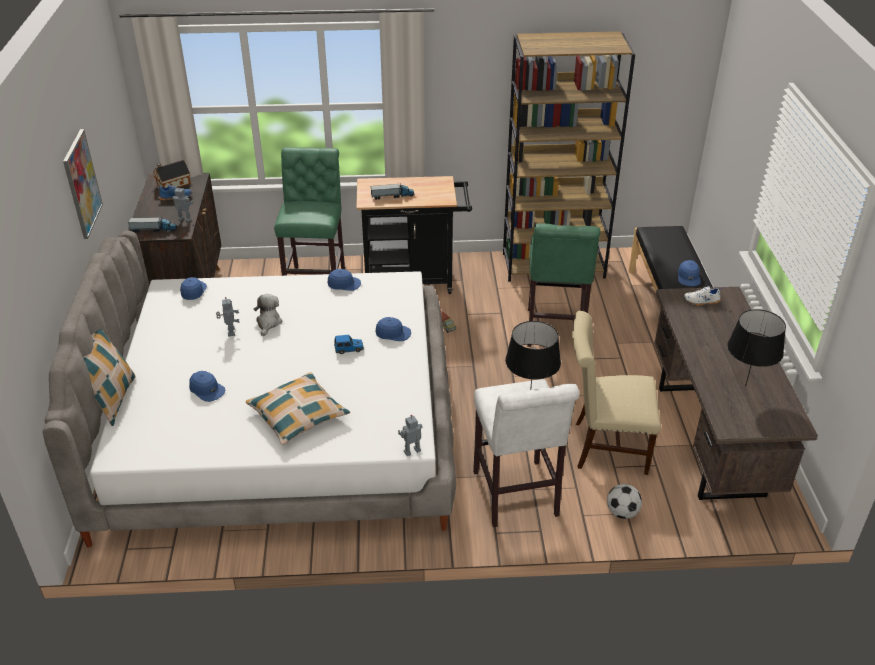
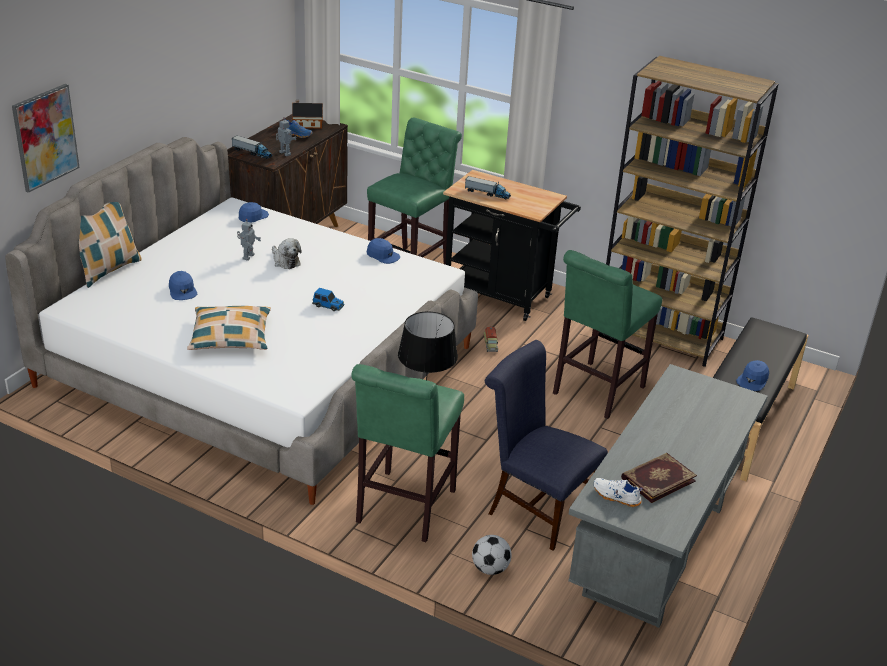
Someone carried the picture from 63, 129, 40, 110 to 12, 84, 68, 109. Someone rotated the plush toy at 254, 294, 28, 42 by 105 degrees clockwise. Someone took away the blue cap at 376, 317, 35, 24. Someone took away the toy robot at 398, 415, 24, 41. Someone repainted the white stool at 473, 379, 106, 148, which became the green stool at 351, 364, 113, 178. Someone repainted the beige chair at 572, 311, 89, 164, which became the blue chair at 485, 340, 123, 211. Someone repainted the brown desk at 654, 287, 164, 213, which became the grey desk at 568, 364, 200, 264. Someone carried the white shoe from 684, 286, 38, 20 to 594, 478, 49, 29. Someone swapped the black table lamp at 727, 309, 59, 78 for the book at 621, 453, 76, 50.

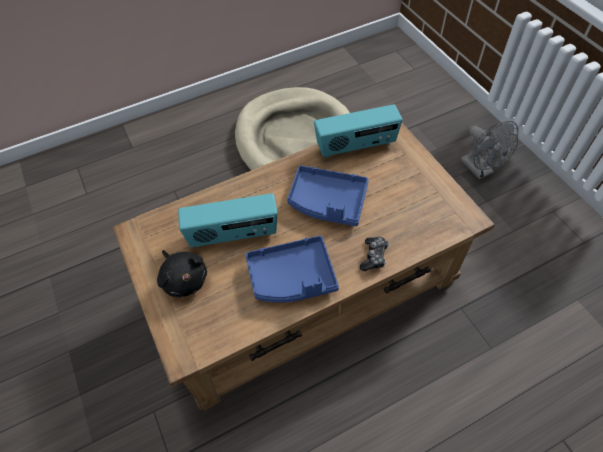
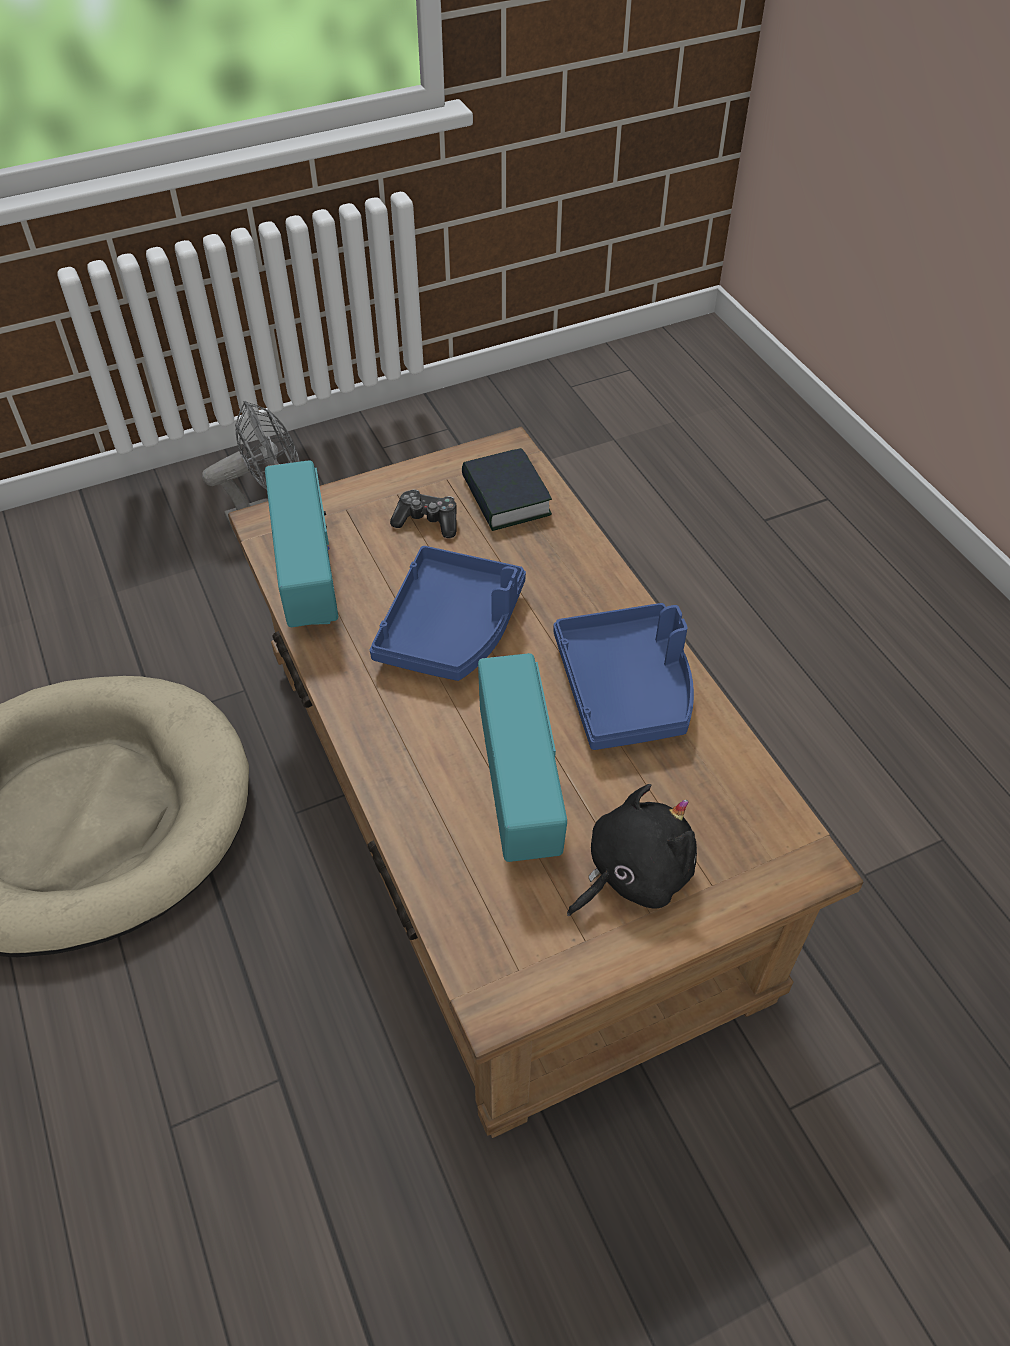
Someone carried the game controller from 360, 237, 29, 34 to 390, 490, 67, 48. Someone put down the book at 462, 448, 90, 83.

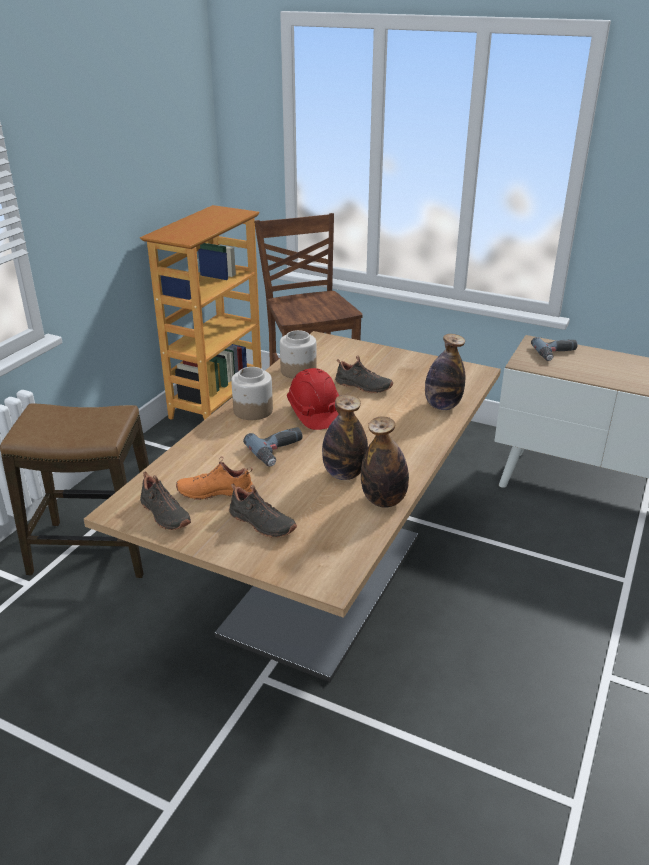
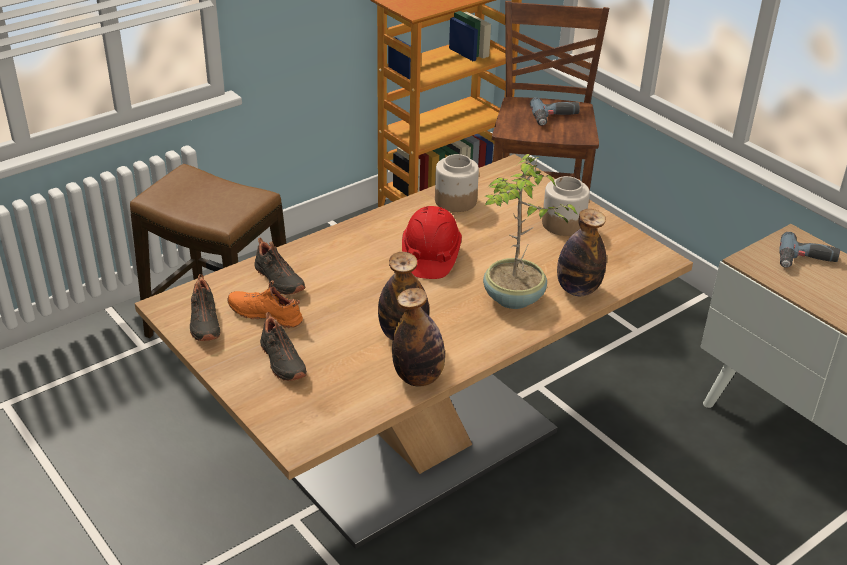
Someone carried the jar from 231, 367, 42, 53 to 542, 176, 48, 60. Someone carried the power drill from 243, 427, 60, 40 to 530, 97, 50, 29. Someone carried the black shoe from 335, 355, 58, 38 to 254, 238, 51, 57. Someone put down the potted plant at 483, 154, 95, 155.

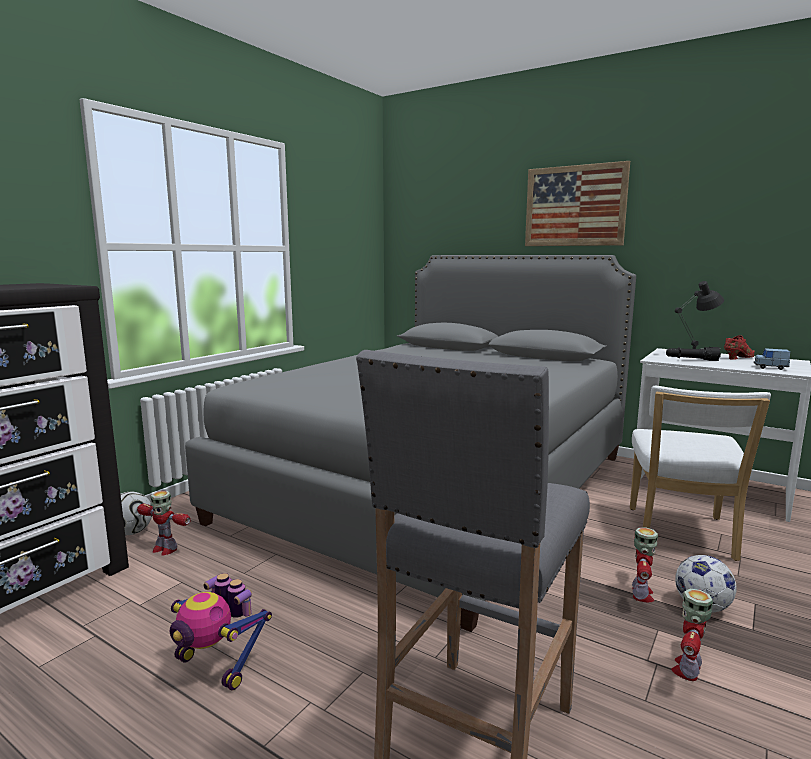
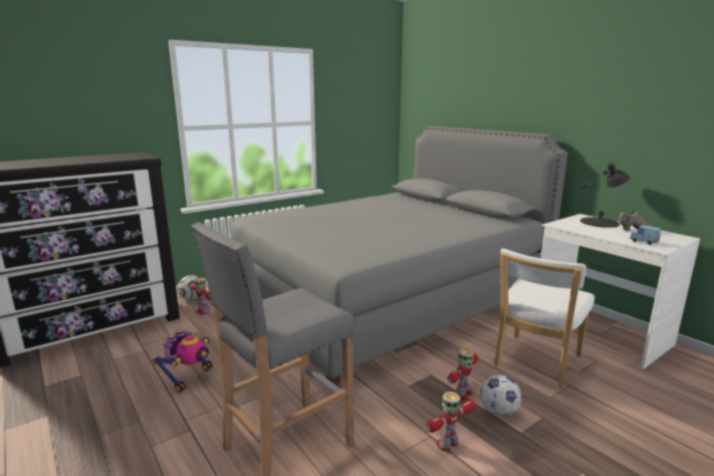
Someone rotated the toy robot at 170, 573, 102, 118 by 120 degrees counterclockwise. Someone took away the picture at 525, 161, 105, 85. Someone took away the black flashlight at 666, 347, 55, 14. Someone repainted the red shoe at 724, 335, 31, 25, which became the grey shoe at 618, 211, 36, 20.

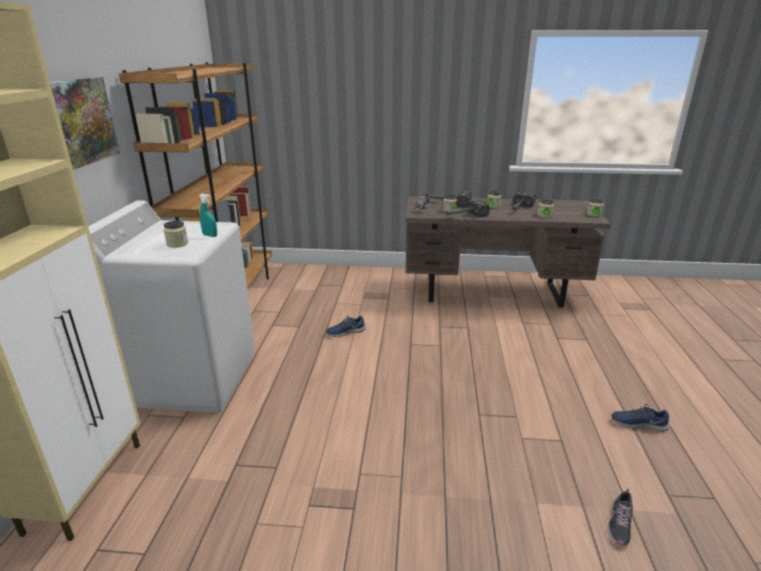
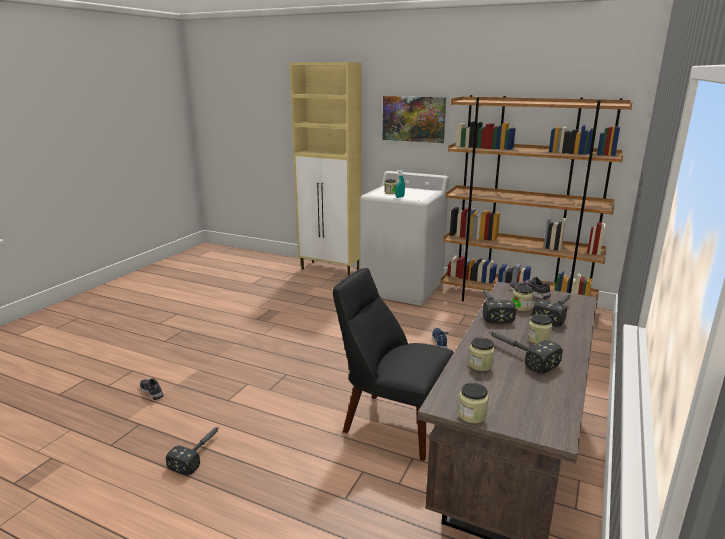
Someone swapped the blue shoe at 611, 404, 59, 28 for the hammer at 166, 427, 54, 48. Someone put down the black chair at 333, 268, 121, 193.

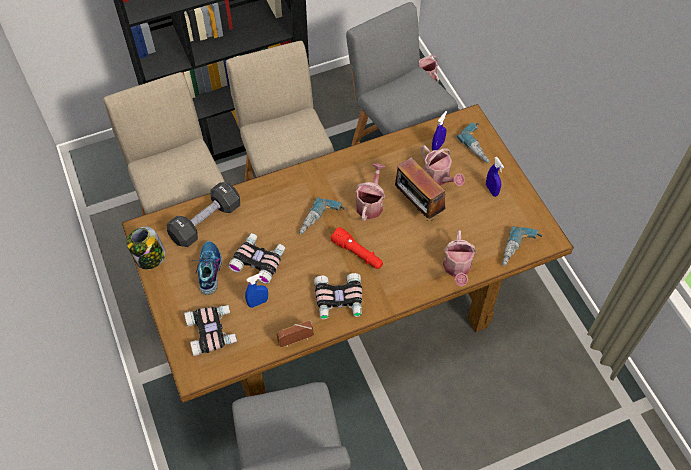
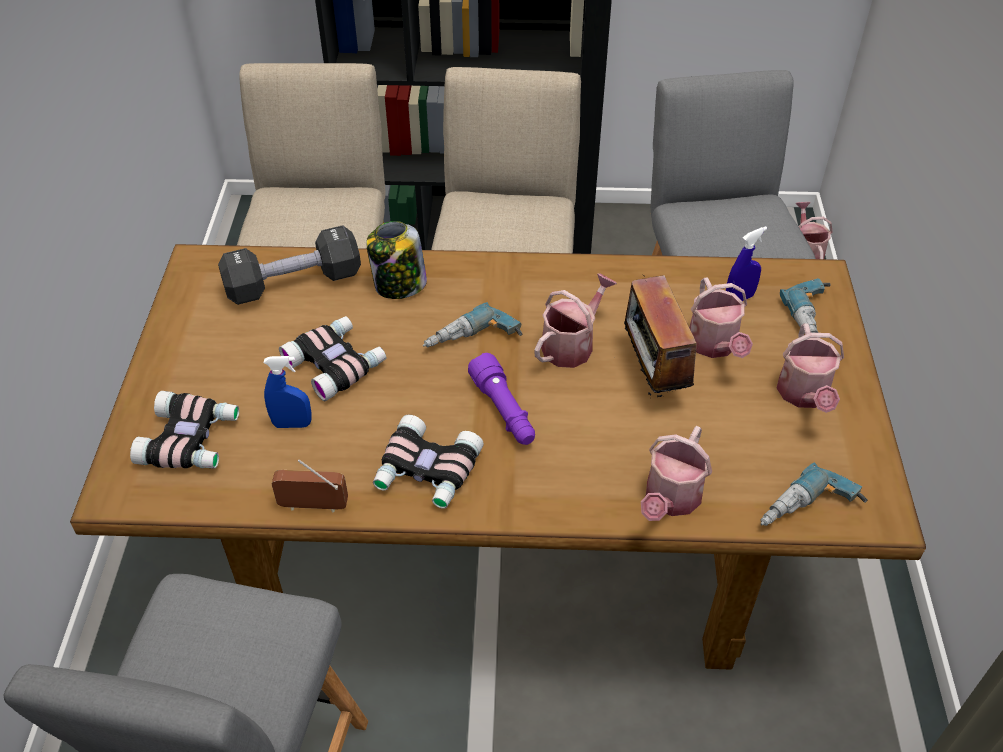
Someone carried the jar from 127, 226, 39, 44 to 366, 221, 61, 78. Someone took away the shoe at 192, 241, 30, 54. Someone repainted the red flashlight at 331, 227, 52, 42, which became the purple flashlight at 468, 353, 67, 92. Someone swapped the blue spray bottle at 486, 157, 18, 40 for the watering can at 776, 323, 68, 90.

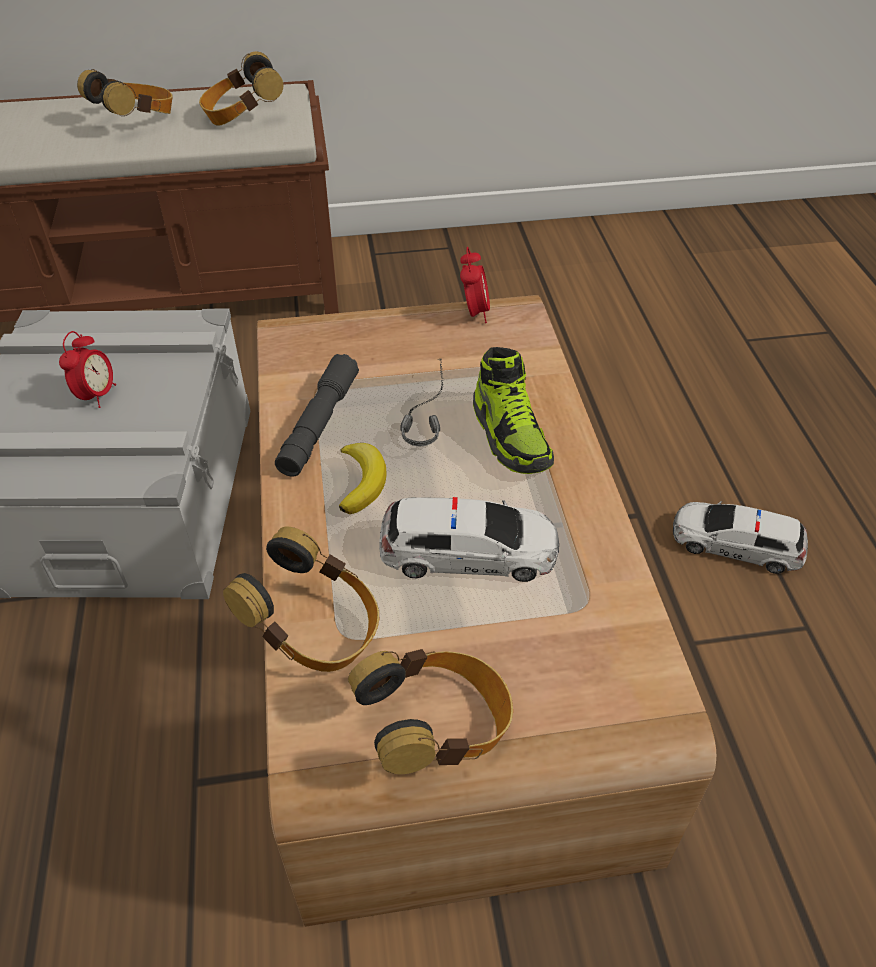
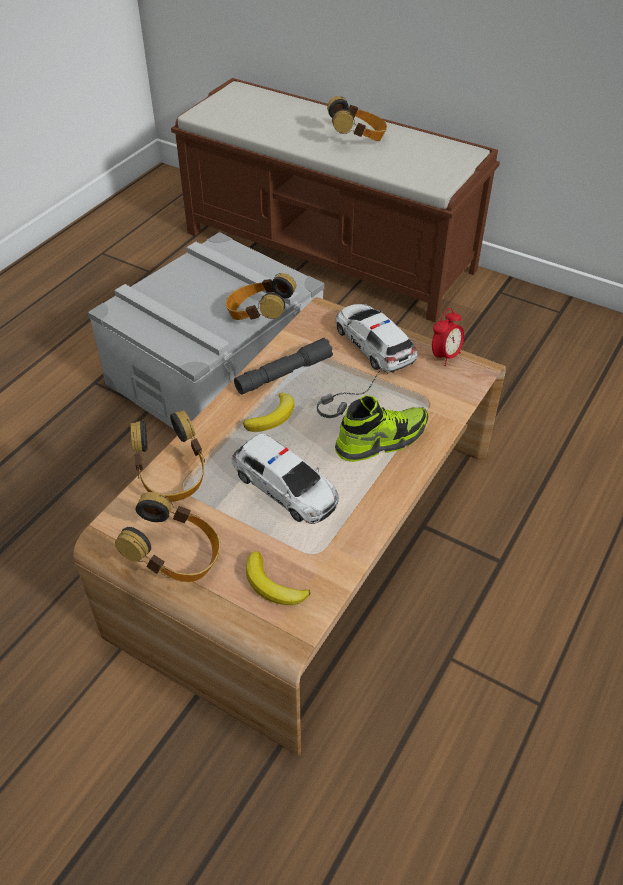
Someone took away the alarm clock at 59, 331, 57, 77. Someone carried the headphones from 199, 52, 84, 74 to 226, 273, 70, 47. Someone rotated the shoe at 473, 347, 81, 127 by 135 degrees counterclockwise. Someone carried the toy car from 673, 501, 135, 73 to 336, 304, 82, 68. Someone put down the banana at 246, 551, 64, 54.

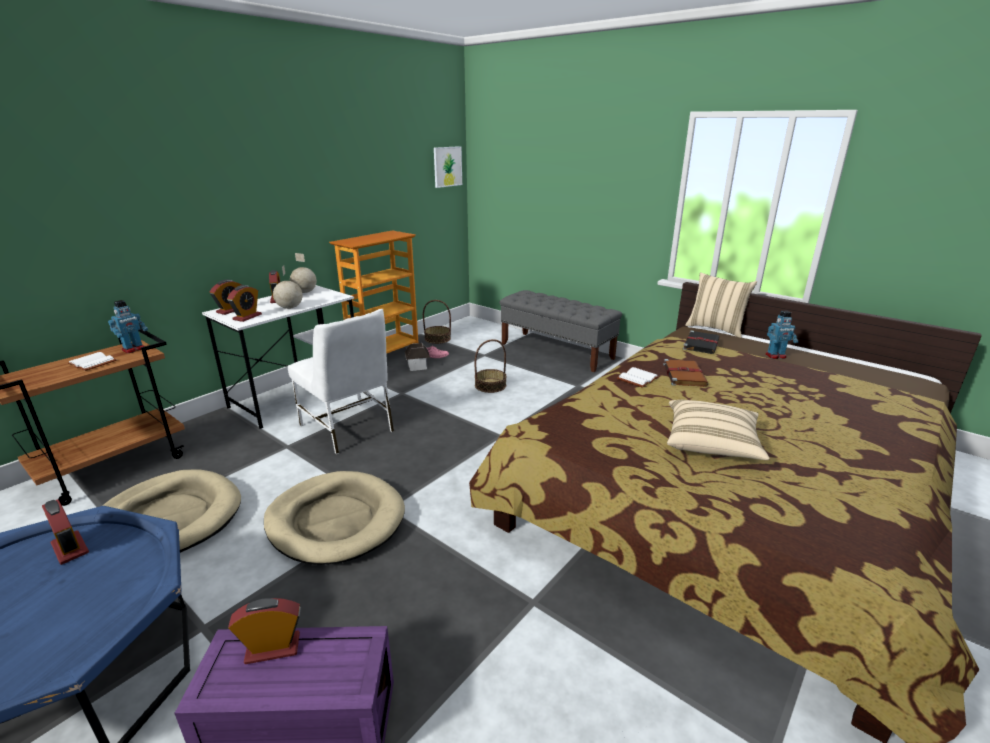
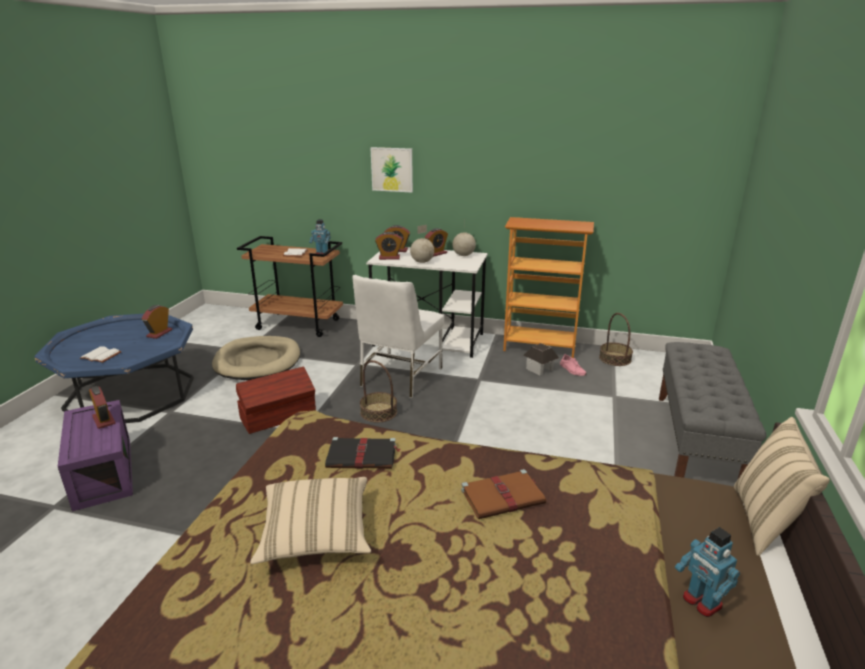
Someone swapped the beige dog bed at 264, 471, 141, 94 for the brown storage box at 236, 366, 80, 68. Someone carried the picture from 434, 146, 28, 42 to 371, 147, 42, 46. Someone carried the basket from 474, 339, 33, 54 to 360, 360, 37, 62. Someone carried the white book from 617, 367, 43, 21 to 80, 346, 42, 17. Someone carried the black book from 683, 330, 37, 24 to 325, 437, 76, 32.

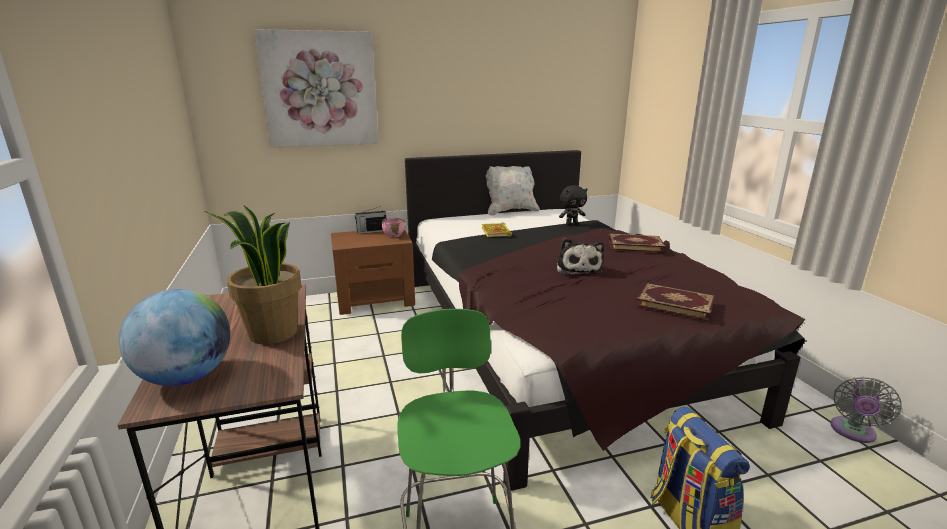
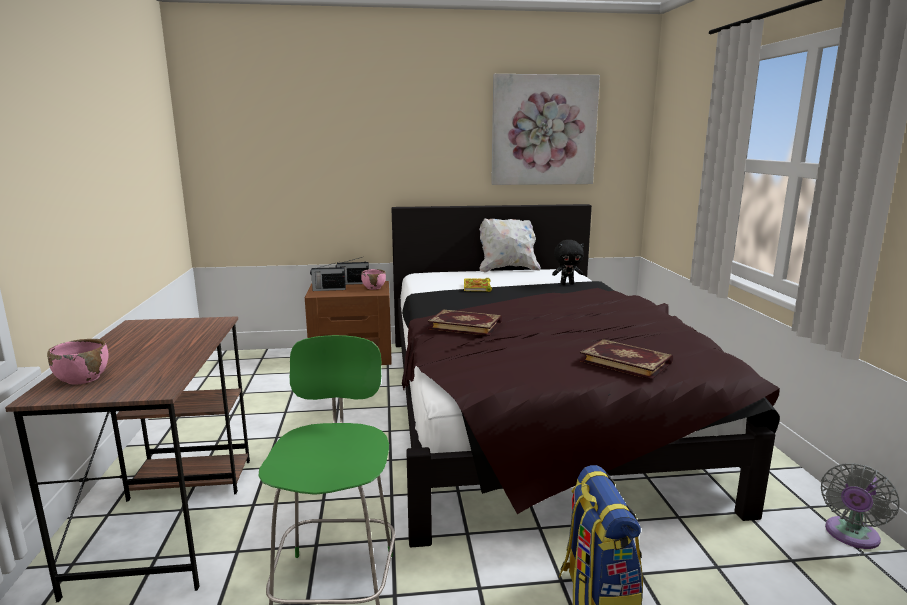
Someone swapped the globe at 119, 289, 111, 97 for the pink bowl at 47, 339, 62, 45. Someone took away the potted plant at 205, 206, 97, 139. Someone carried the picture from 254, 29, 125, 119 to 491, 74, 109, 111. Someone took away the plush toy at 557, 238, 47, 37. Someone carried the book from 608, 234, 57, 19 to 428, 310, 74, 26. Someone put down the radio at 310, 262, 36, 29.

